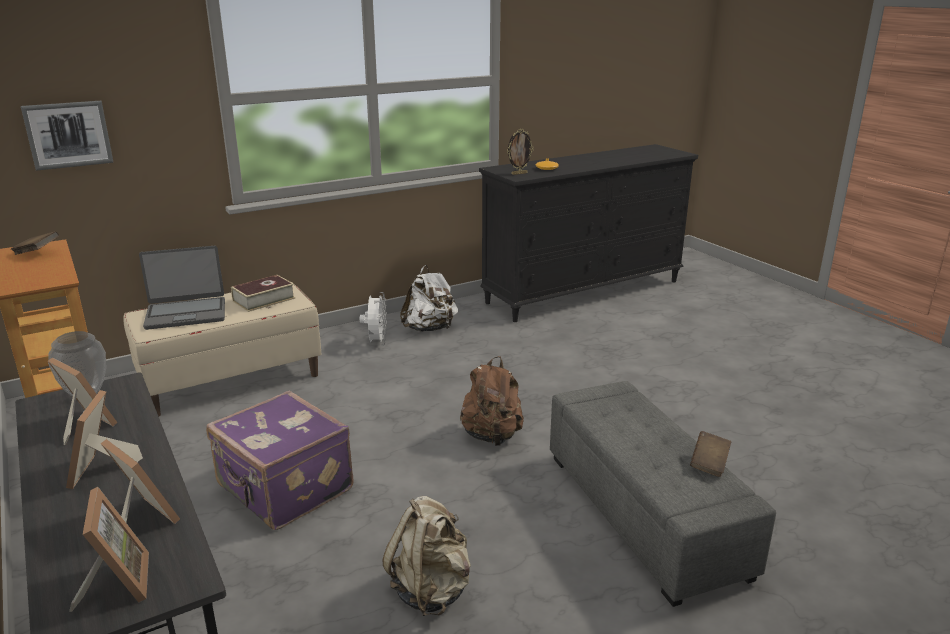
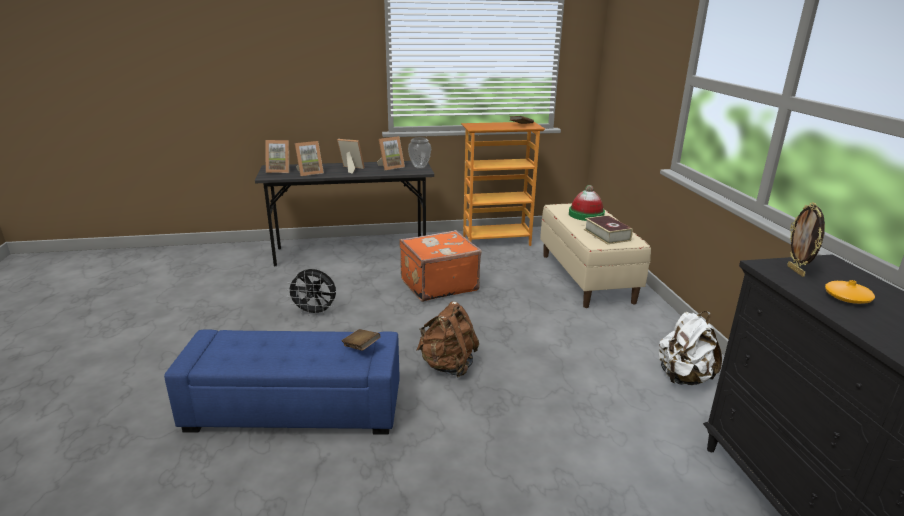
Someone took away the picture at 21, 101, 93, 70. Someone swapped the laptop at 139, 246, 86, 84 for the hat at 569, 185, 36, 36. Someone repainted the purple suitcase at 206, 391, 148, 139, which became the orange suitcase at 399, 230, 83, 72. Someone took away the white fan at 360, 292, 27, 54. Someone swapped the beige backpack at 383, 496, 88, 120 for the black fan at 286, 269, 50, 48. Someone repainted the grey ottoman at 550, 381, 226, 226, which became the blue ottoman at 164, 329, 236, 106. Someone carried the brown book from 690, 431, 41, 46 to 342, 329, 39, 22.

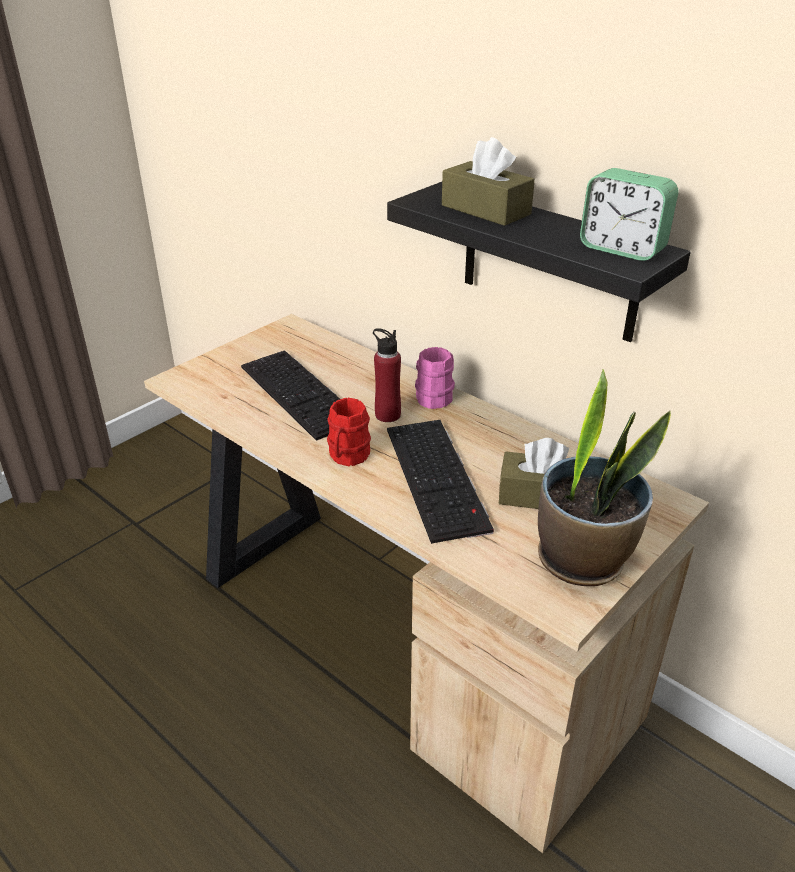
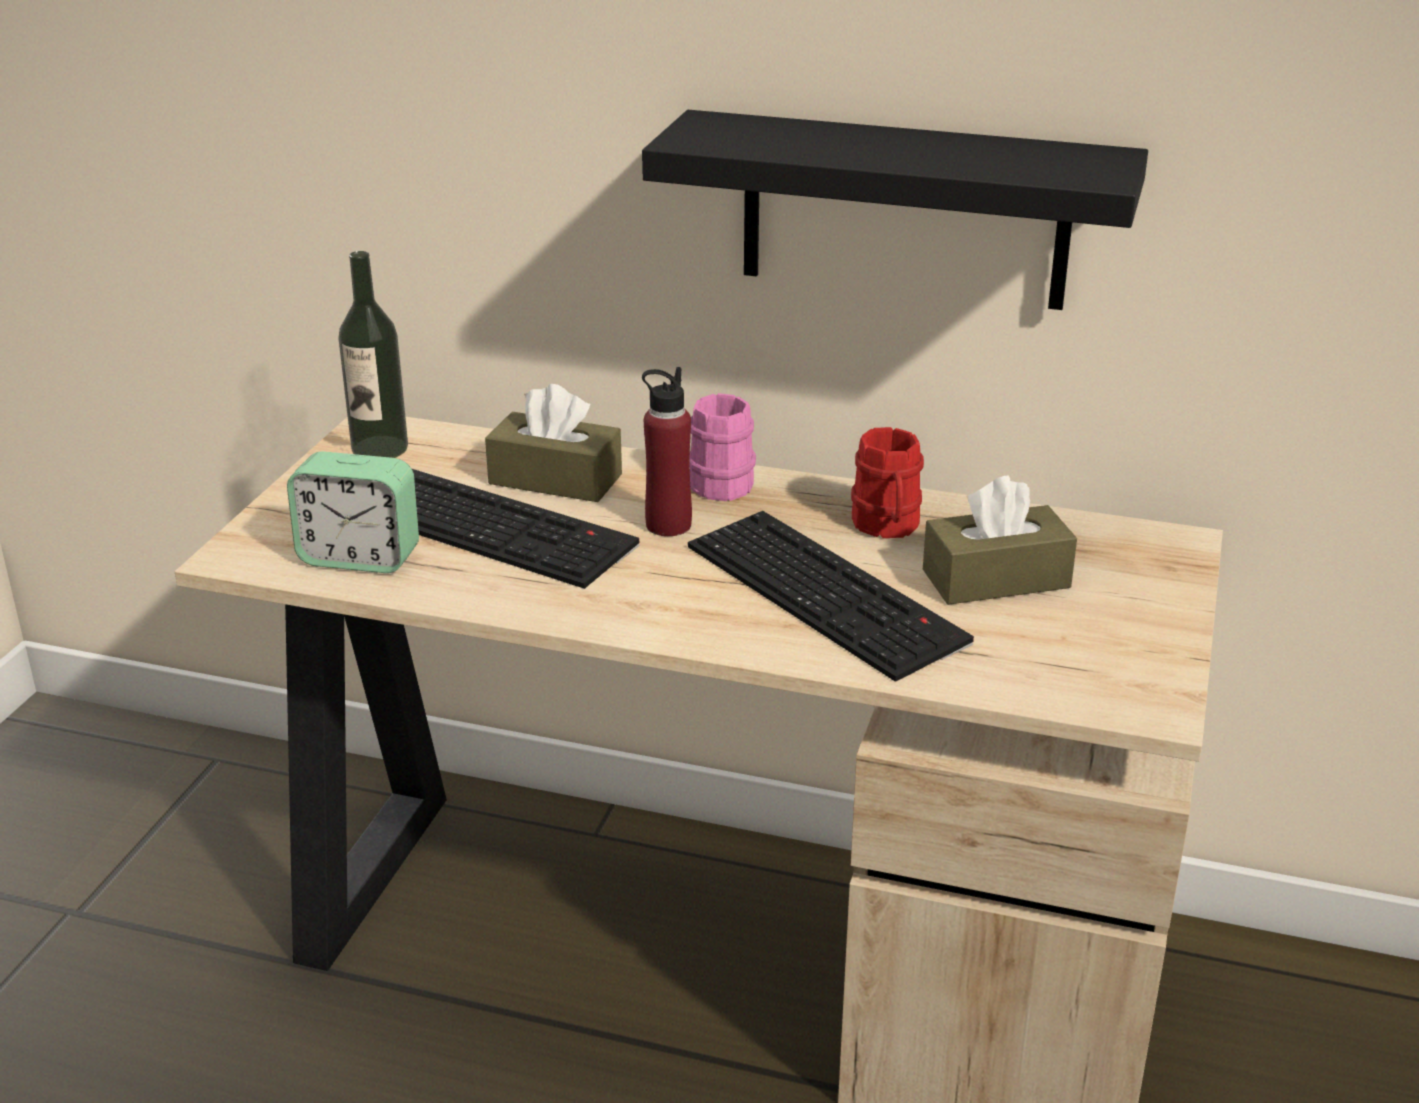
Someone carried the red mug from 327, 398, 44, 68 to 851, 427, 73, 111. Someone carried the brown tissue box from 442, 137, 93, 89 to 485, 384, 137, 118. Someone took away the potted plant at 538, 370, 133, 216. Someone carried the alarm clock from 580, 168, 98, 93 to 287, 451, 132, 122. Someone put down the bottle at 338, 251, 70, 207.

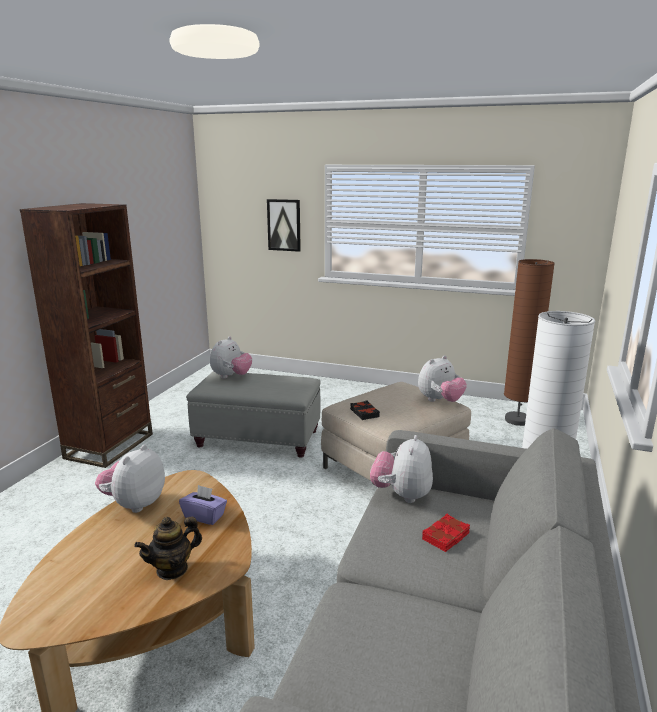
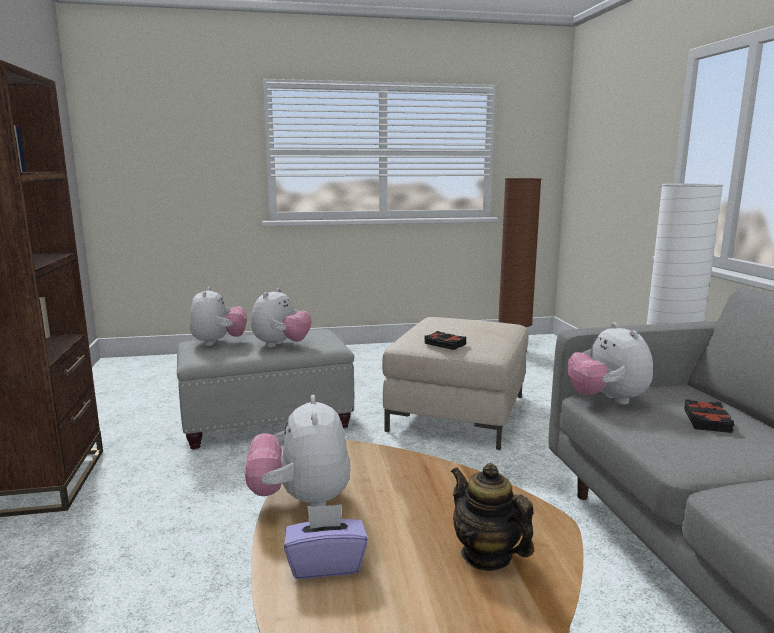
Someone rotated the teapot at 134, 517, 68, 63 by 120 degrees clockwise. Someone carried the purple tissue box from 179, 485, 48, 40 to 284, 504, 84, 75. Someone took away the picture at 267, 199, 34, 53. Someone carried the plush toy from 418, 355, 49, 47 to 251, 288, 61, 60. Someone repainted the red book at 422, 514, 48, 38, which became the black book at 684, 399, 50, 34.

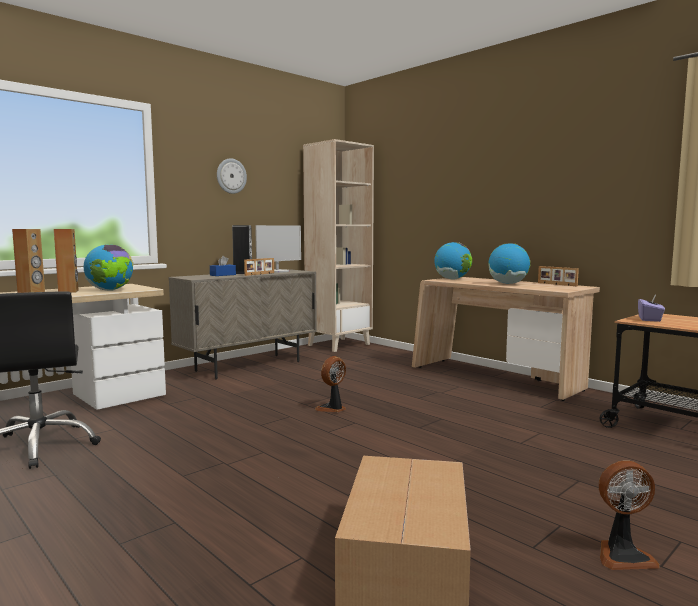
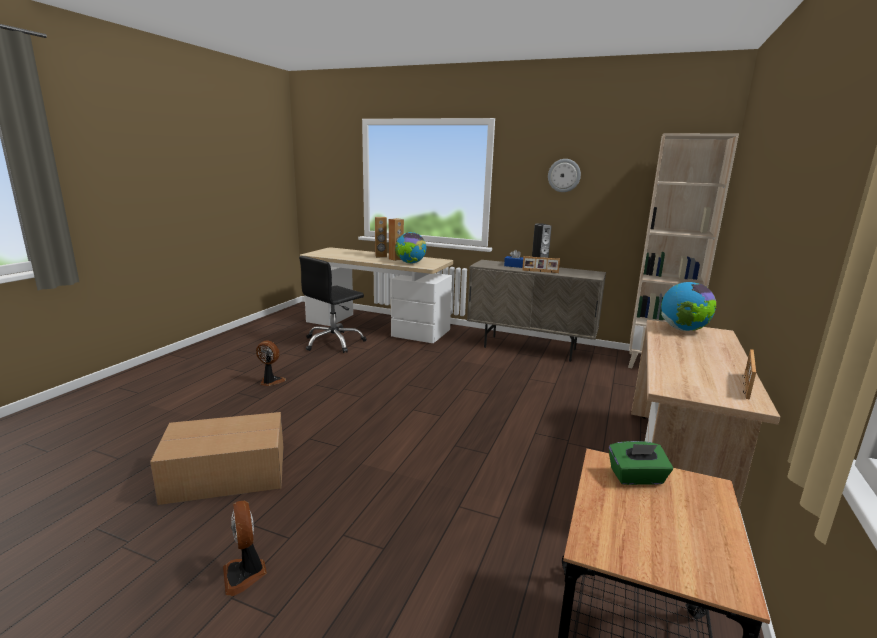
Someone took away the monitor at 255, 225, 46, 48. Someone carried the fan from 315, 356, 31, 56 to 256, 340, 30, 46. Someone took away the globe at 488, 243, 43, 41. Someone repainted the purple tissue box at 638, 294, 27, 28, which became the green tissue box at 609, 441, 64, 44.

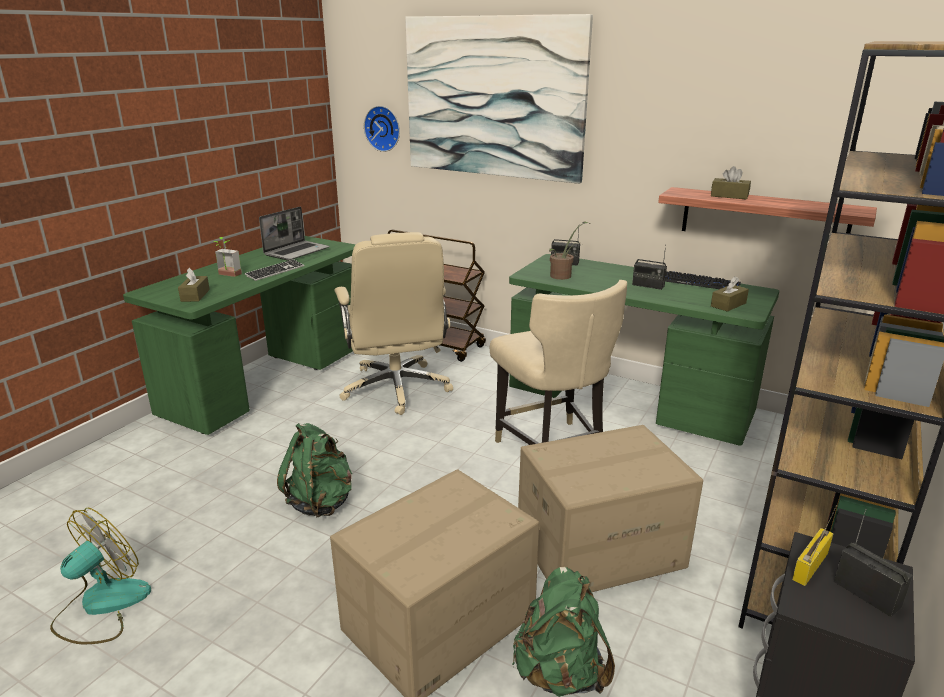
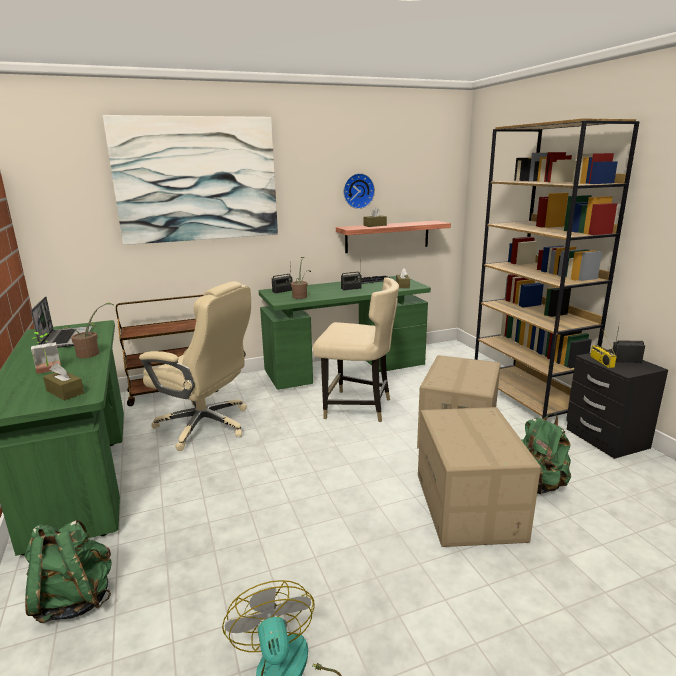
Someone swapped the keyboard at 245, 259, 59, 22 for the potted plant at 63, 303, 50, 55. Someone carried the green backpack from 277, 423, 75, 95 to 25, 520, 87, 103. Someone carried the wall clock from 364, 106, 36, 46 to 343, 173, 32, 36.

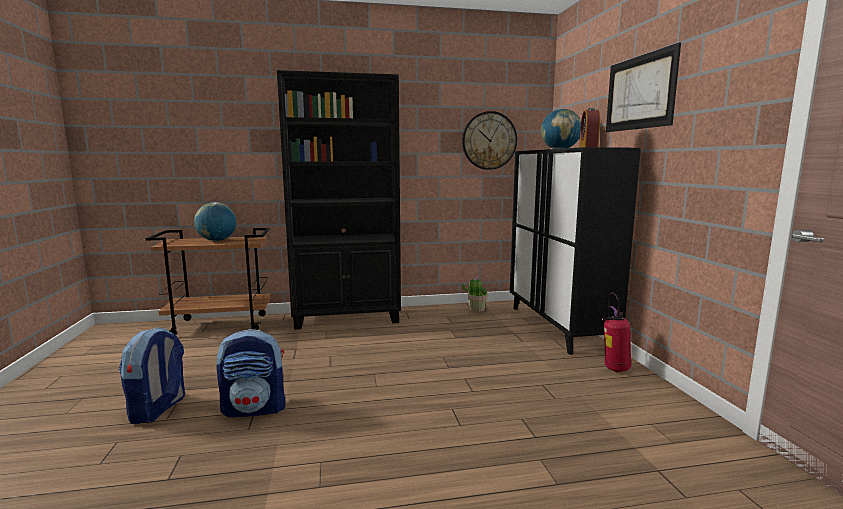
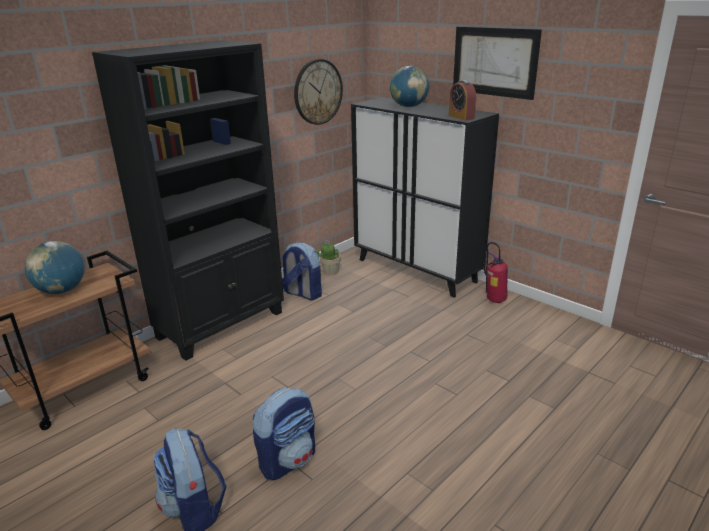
Someone put down the backpack at 282, 242, 40, 58.

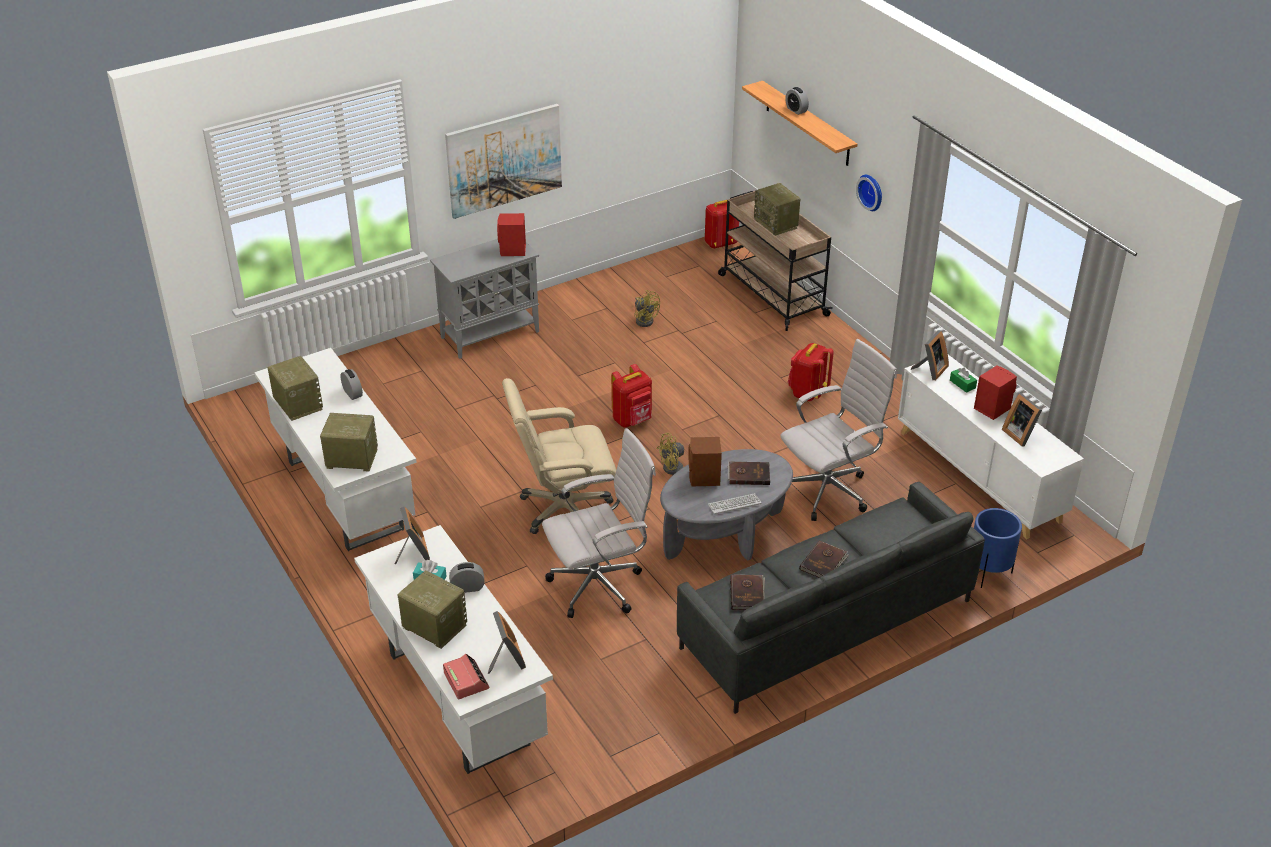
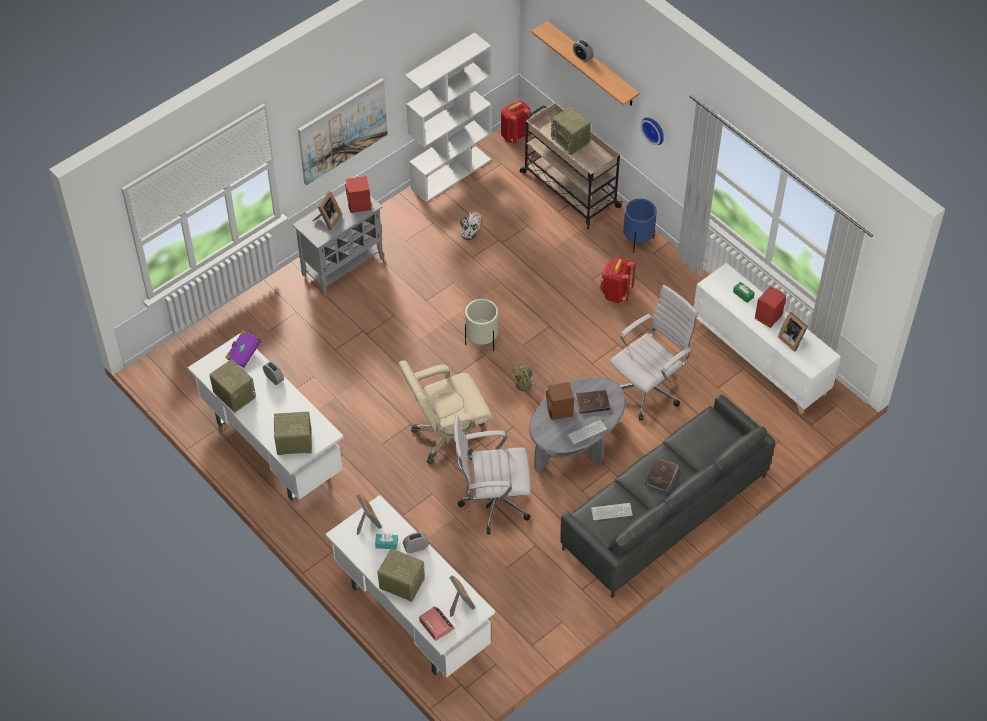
Someone rotated the white office chair at 542, 428, 114, 190 by 150 degrees counterclockwise. Someone swapped the red backpack at 611, 364, 41, 64 for the beige planter at 465, 299, 33, 52. Someone repainted the yellow fan at 634, 290, 26, 37, which became the white fan at 457, 212, 24, 28. Someone swapped the brown book at 730, 574, 35, 36 for the keyboard at 591, 503, 41, 17. Someone carried the picture frame from 911, 330, 38, 50 to 312, 191, 30, 39. Someone carried the blue planter from 974, 508, 48, 80 to 623, 199, 34, 54. Someone put down the purple book at 225, 330, 36, 38. Someone put down the white bookcase at 405, 32, 86, 170.

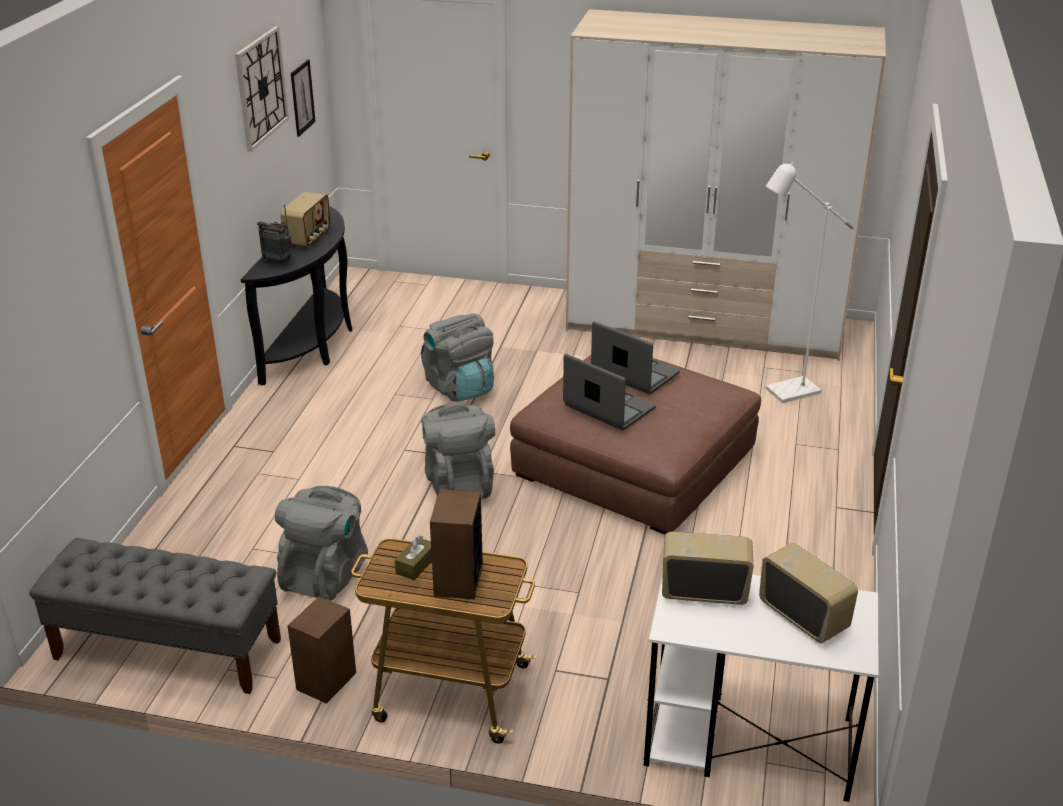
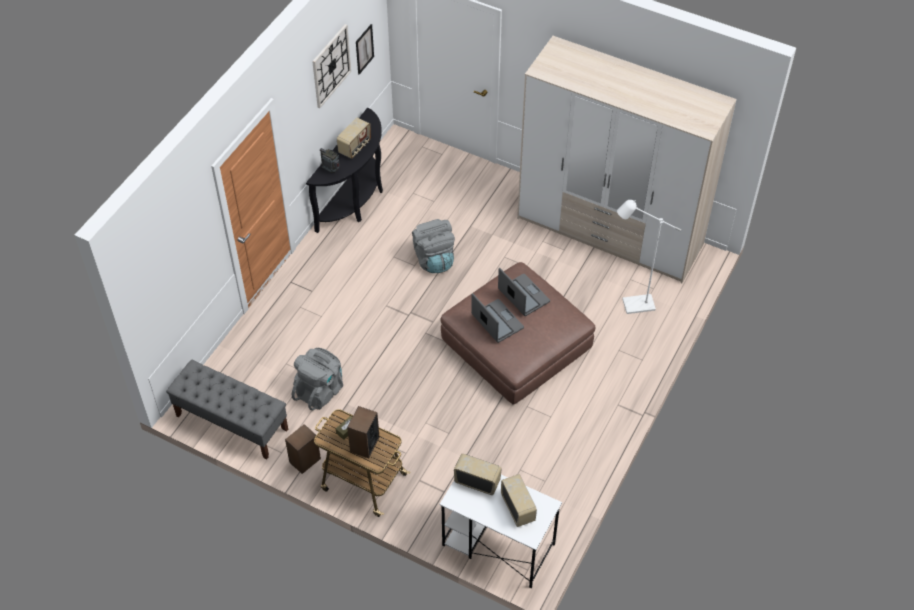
Someone took away the grey backpack at 421, 402, 74, 97.

